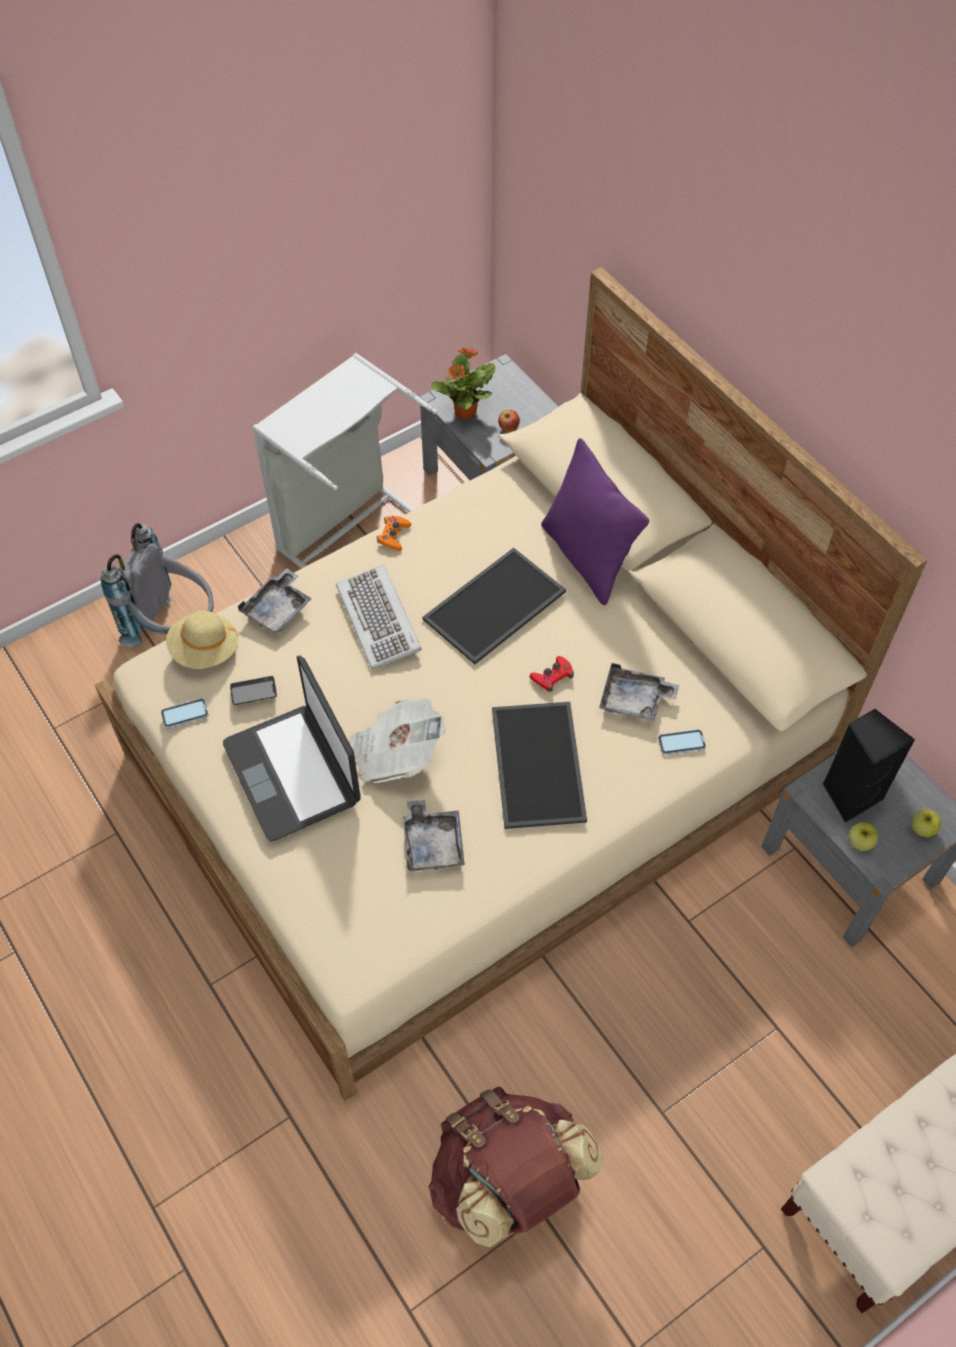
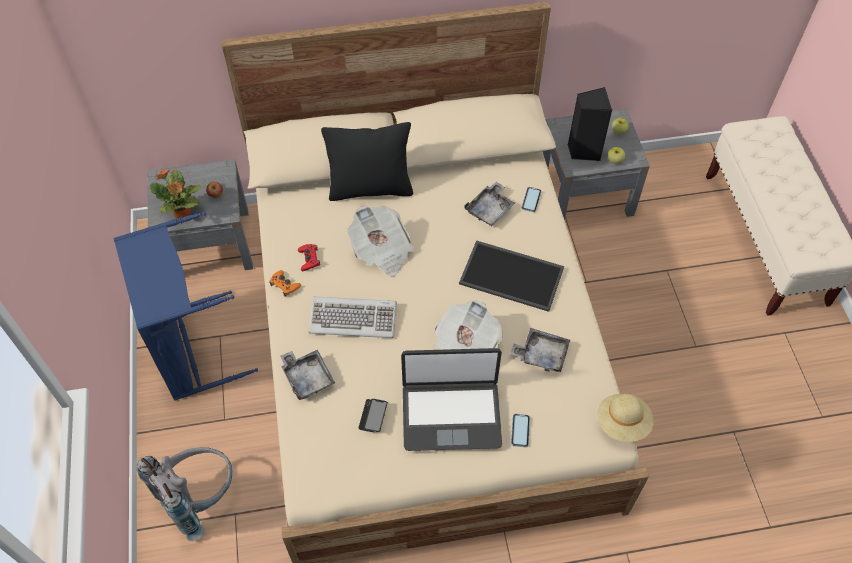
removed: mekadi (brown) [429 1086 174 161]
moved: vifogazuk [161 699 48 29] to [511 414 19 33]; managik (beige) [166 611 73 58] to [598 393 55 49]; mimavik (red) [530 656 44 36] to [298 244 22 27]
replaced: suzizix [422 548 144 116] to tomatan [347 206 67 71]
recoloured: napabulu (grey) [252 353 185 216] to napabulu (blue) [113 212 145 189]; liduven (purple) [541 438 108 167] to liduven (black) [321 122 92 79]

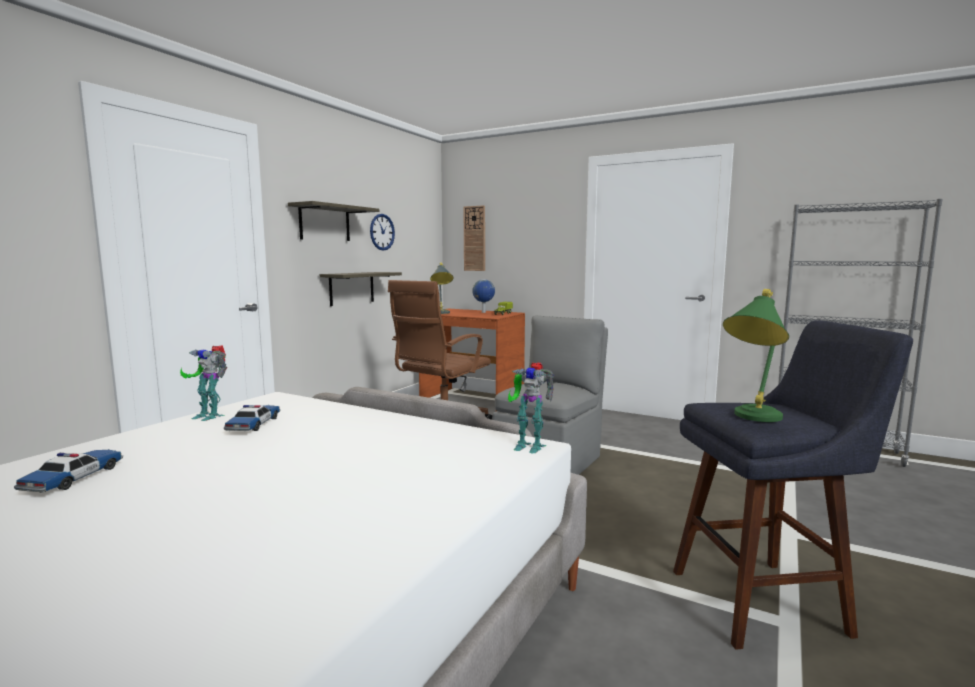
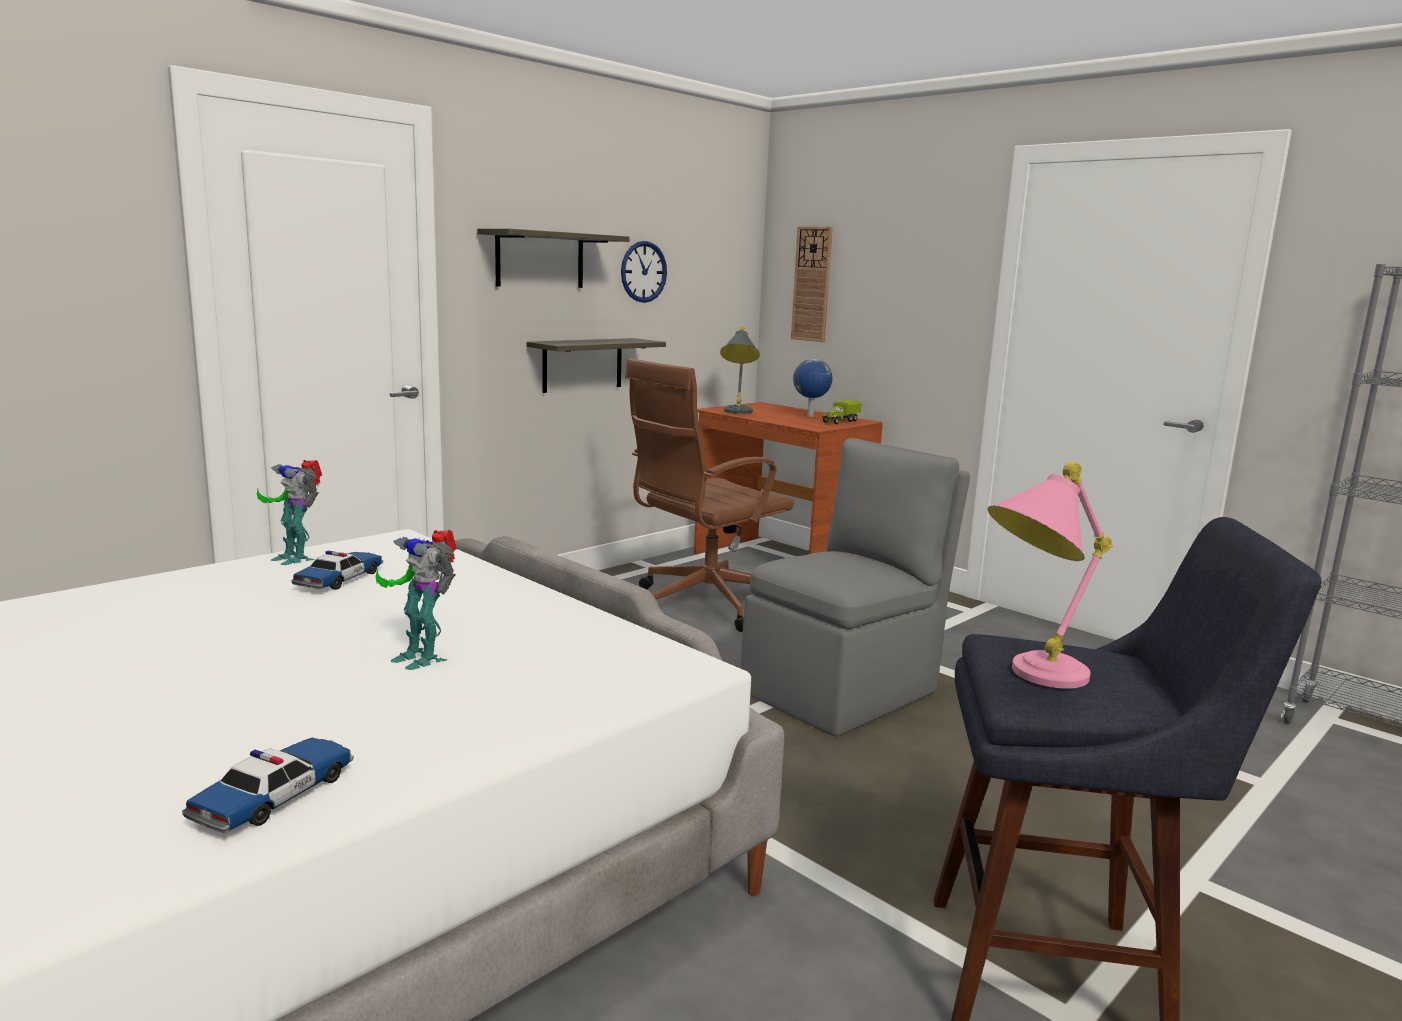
moved: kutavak [14 449 109 44] to [182 738 172 95]; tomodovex [508 362 46 91] to [376 530 81 140]
recoloured: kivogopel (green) [723 289 66 133] to kivogopel (pink) [988 462 125 227]

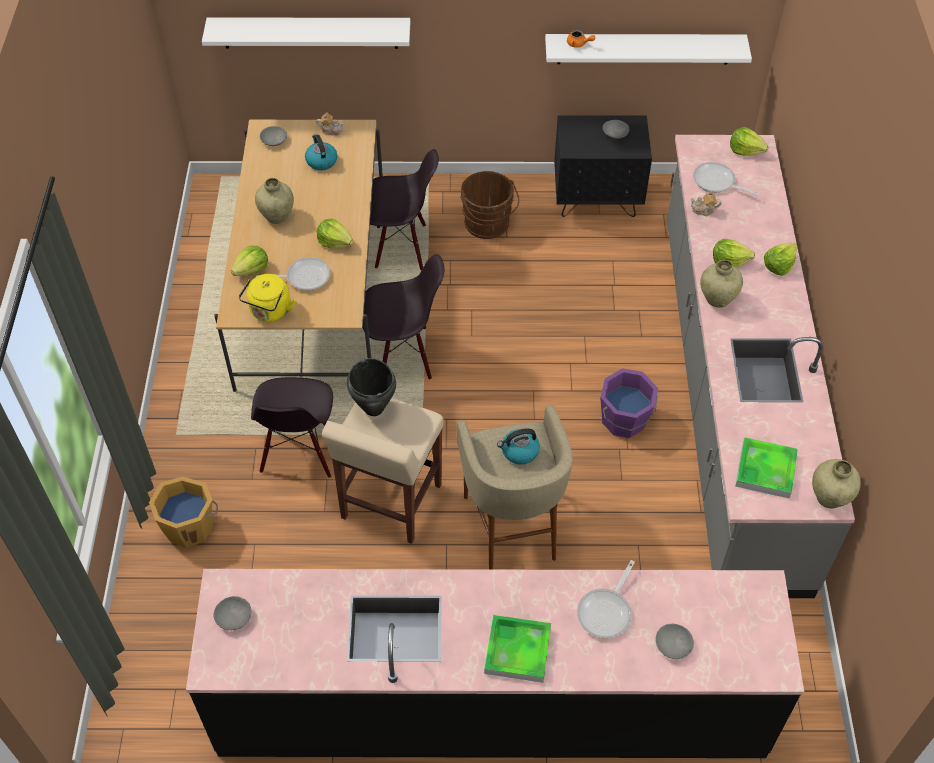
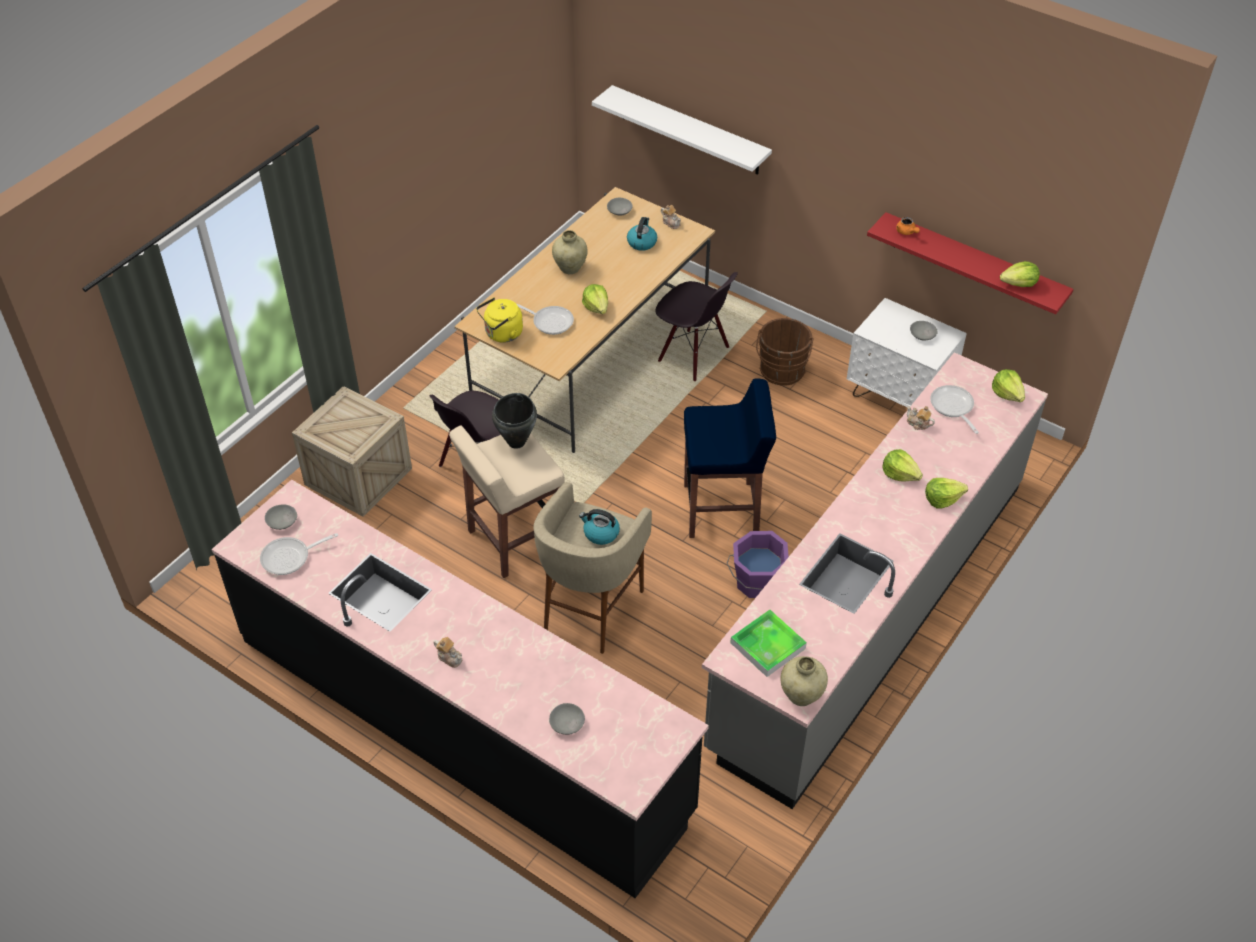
removed: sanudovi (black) [363 254 81 126]; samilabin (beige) [700 260 43 48]
added: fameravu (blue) [684 378 92 160]
moved: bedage [231 246 37 30] to [1000 261 40 26]; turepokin [577 560 58 78] to [260 533 78 42]
replaced: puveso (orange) [149 477 69 71] to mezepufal [292 386 120 131]; suzizix [484 615 67 68] to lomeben [433 637 29 31]
recoloured: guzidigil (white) [545 34 207 31] to guzidigil (red) [867 212 207 102]; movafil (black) [554 115 98 102] to movafil (white) [847 298 120 109]

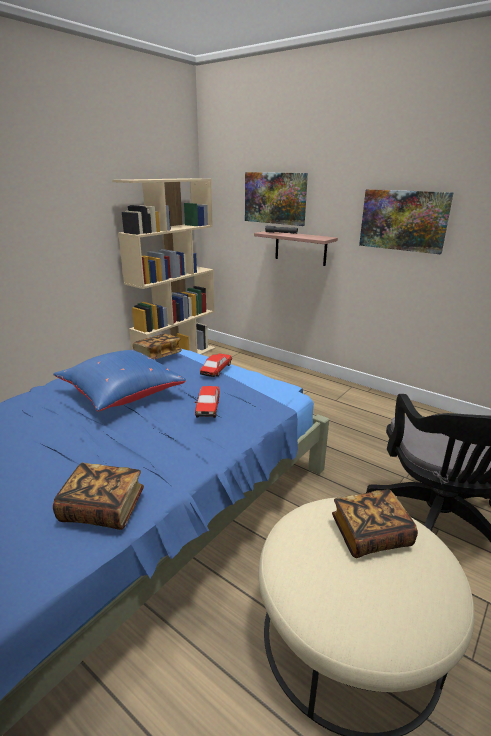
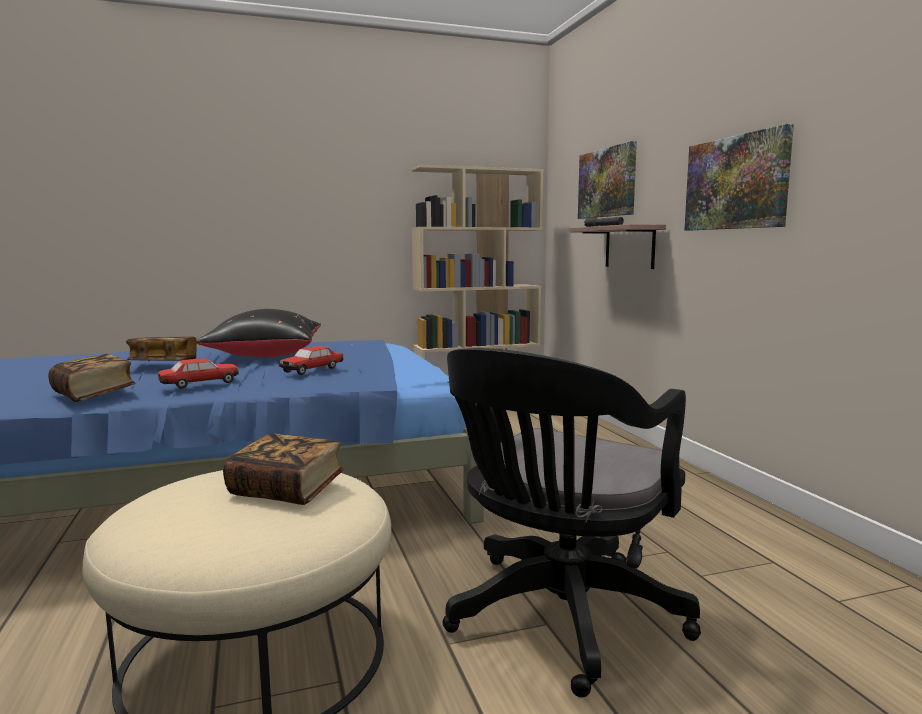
moved: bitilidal [133 334 49 26] to [126 337 71 24]; kutavak [200 354 32 23] to [158 358 81 30]
recoloured: liduven (blue) [53 349 133 63] to liduven (black) [196 309 125 48]

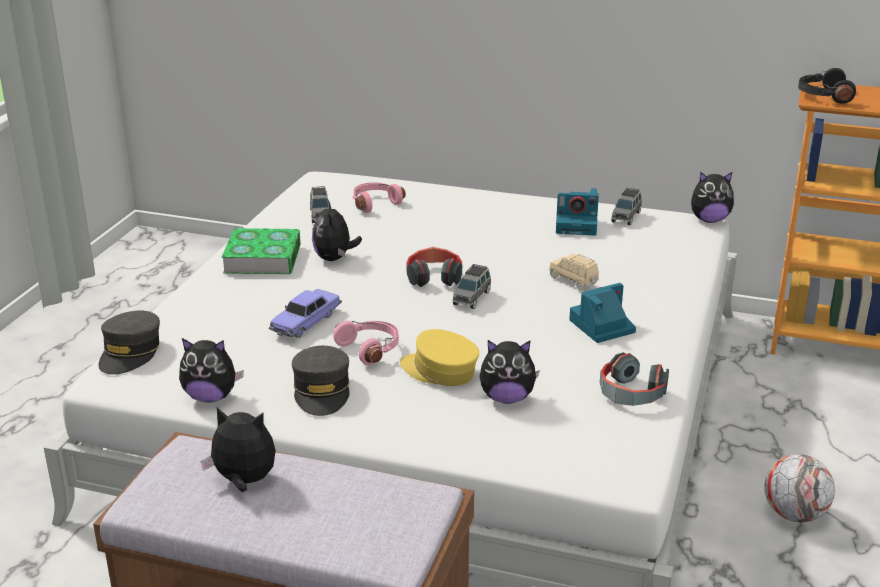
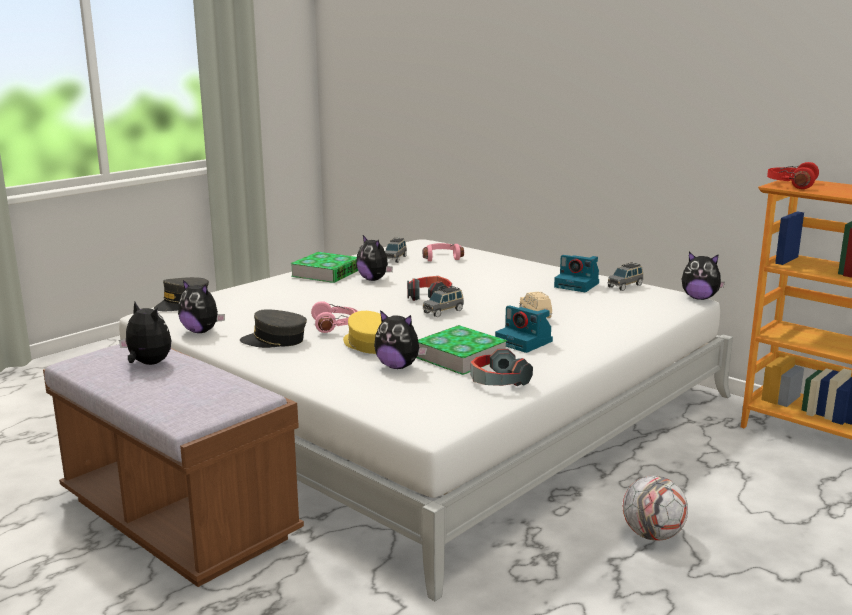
removed: kutavak [269 289 73 49]
added: bitilidal [416 325 91 50]
recoloured: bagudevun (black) [798 68 58 36] to bagudevun (red) [767 162 52 27]
turned: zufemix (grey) [292 346 58 70] = [240 309 67 39] 75 degrees clockwise; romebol [312 200 50 61] = [356 235 37 46] 60 degrees counterclockwise; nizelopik [569 283 67 60] = [495 305 58 48] 135 degrees counterclockwise

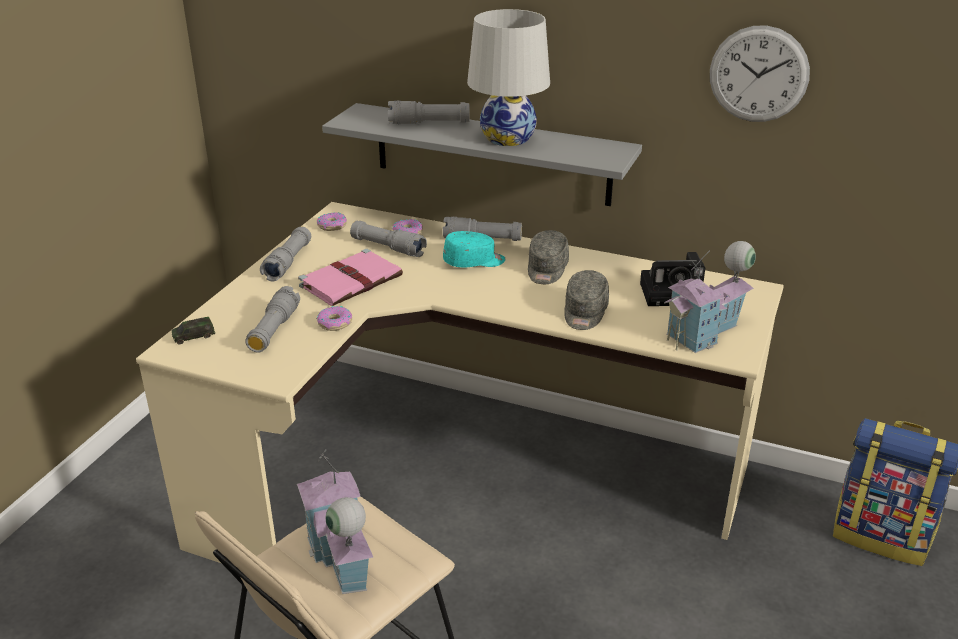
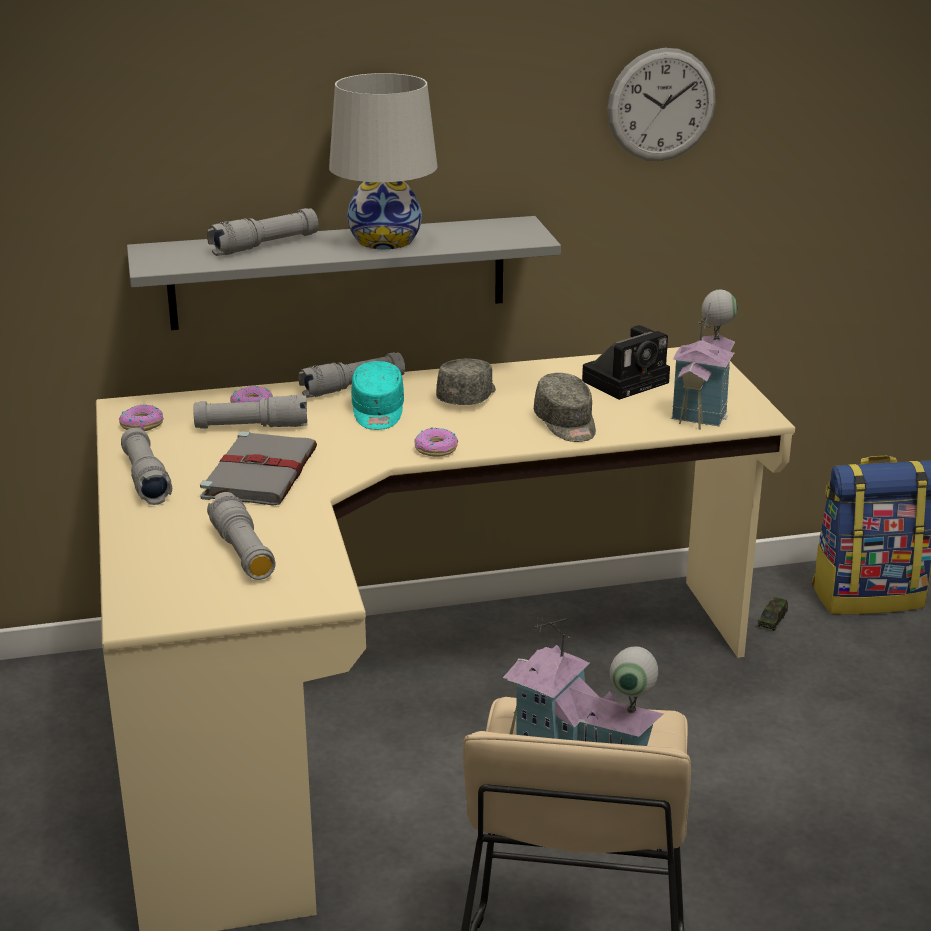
moved: kutavak [171 317 44 28] to [758 597 30 34]; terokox [317 306 35 25] to [414 427 44 30]
recoloured: bitilidal (pink) [298 249 105 57] to bitilidal (grey) [200 431 117 75]
turned: zufemix (turquoise) [443 231 62 36] = [351 361 53 69] 135 degrees clockwise; zufemix (grey) [528 230 41 54] = [436 359 60 46] 135 degrees counterclockwise

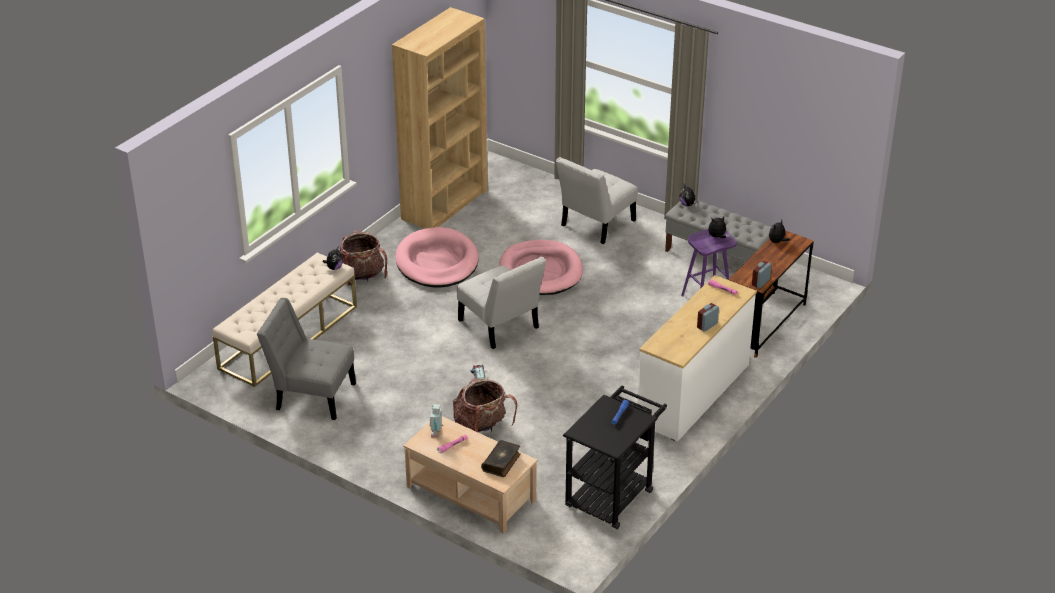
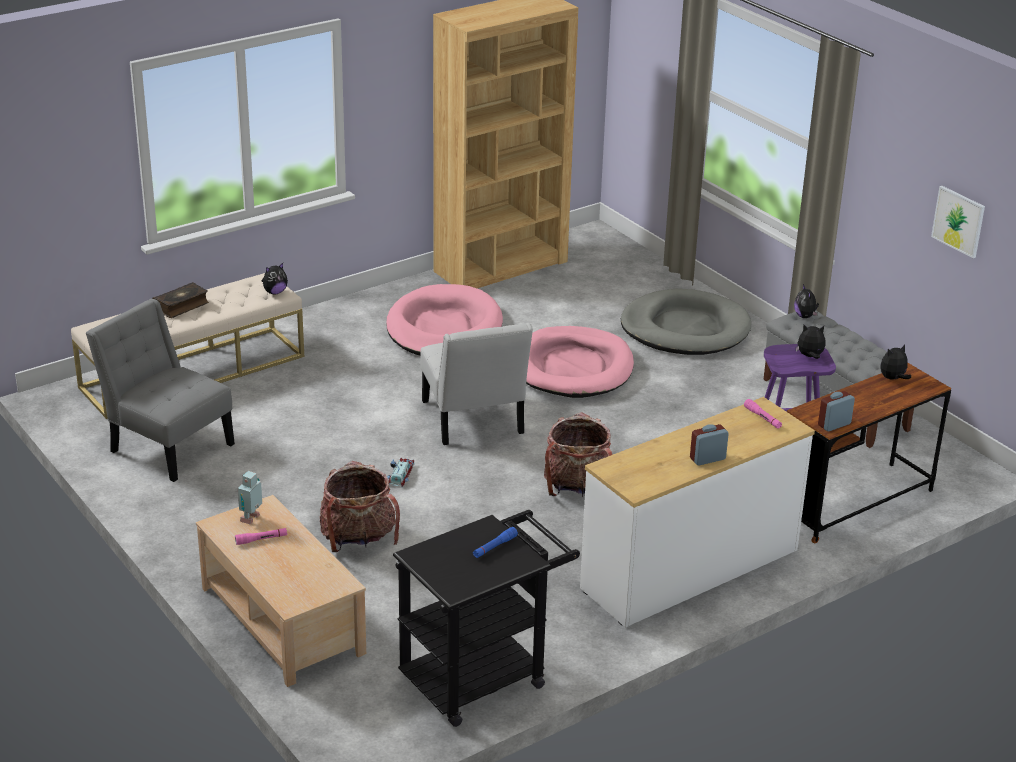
added: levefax [931 186 54 72]
moved: mekadi [339 230 48 55] to [544 412 69 85]; bitilidal [481 440 39 37] to [152 282 57 36]
replaced: sanudovi (white) [556 157 82 87] to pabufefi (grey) [621 289 130 66]

